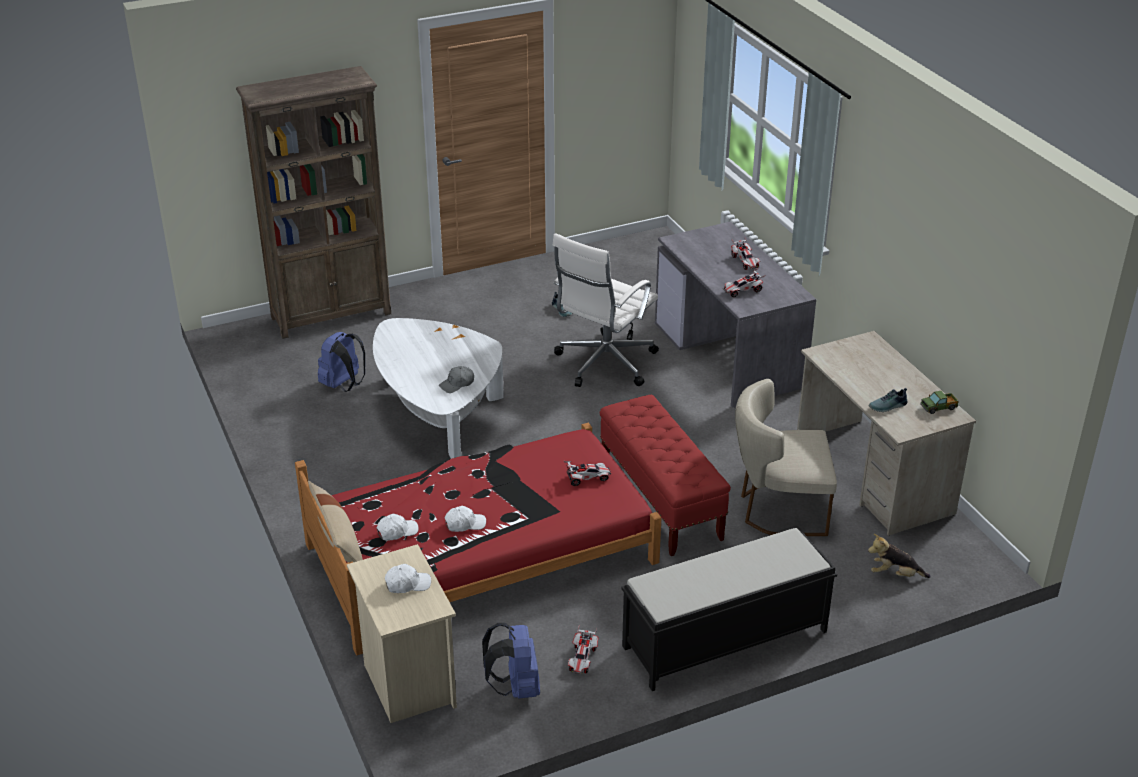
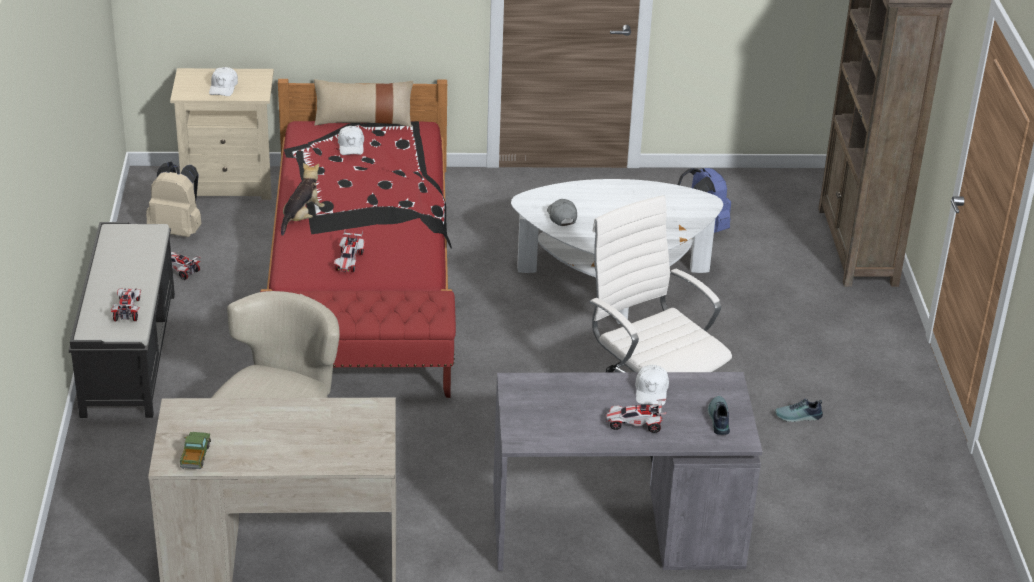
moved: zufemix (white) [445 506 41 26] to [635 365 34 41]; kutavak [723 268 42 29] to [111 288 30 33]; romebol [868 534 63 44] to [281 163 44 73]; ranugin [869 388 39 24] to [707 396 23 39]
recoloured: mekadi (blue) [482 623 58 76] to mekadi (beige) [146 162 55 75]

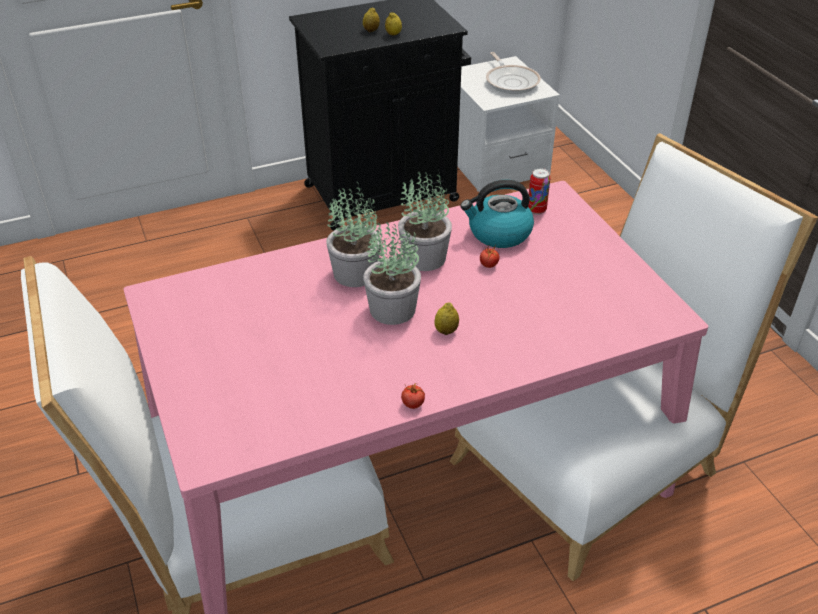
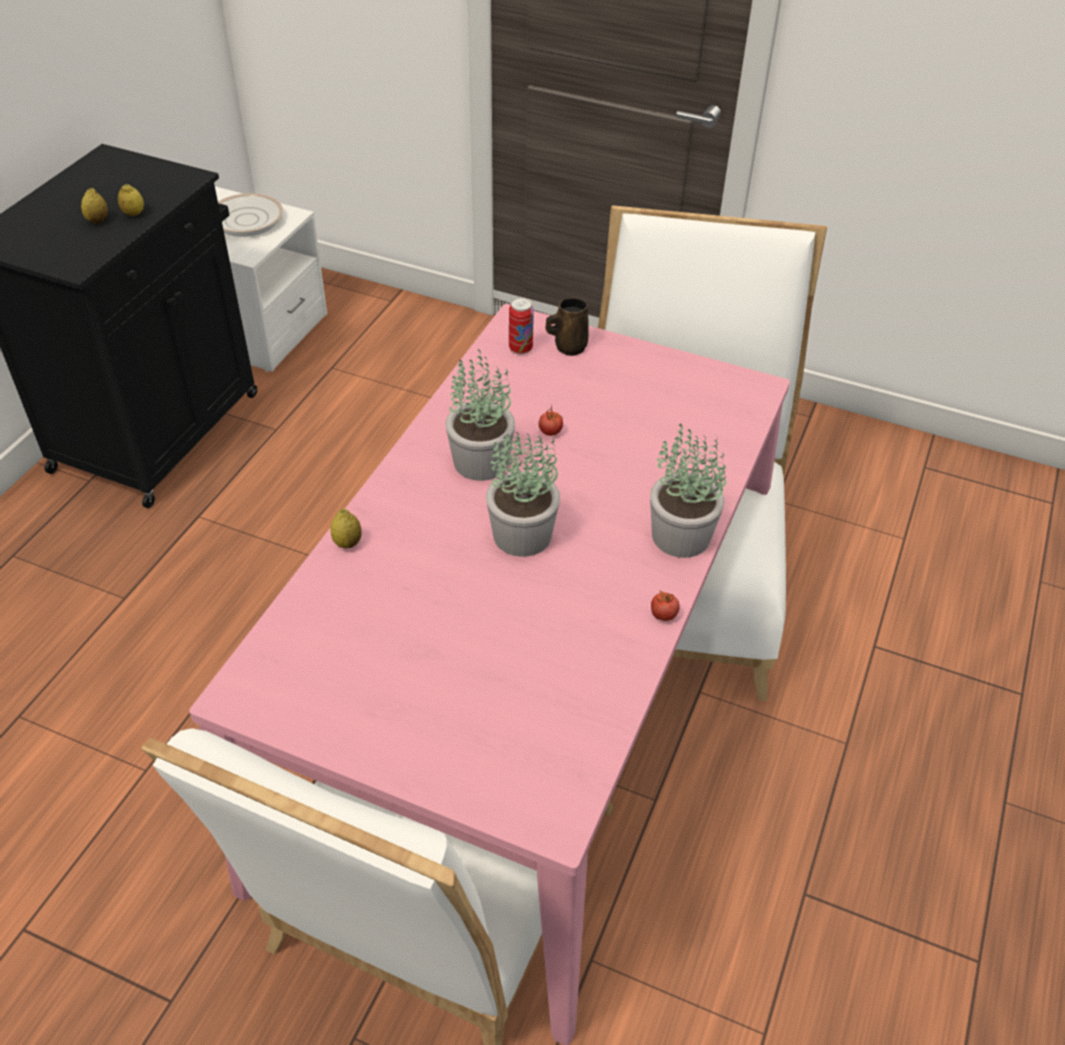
removed: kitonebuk [460 180 74 68]
added: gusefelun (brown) [546 298 43 58]
moved: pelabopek [326 182 55 105] to [650 424 77 134]; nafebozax [435 302 24 33] to [330 508 32 40]

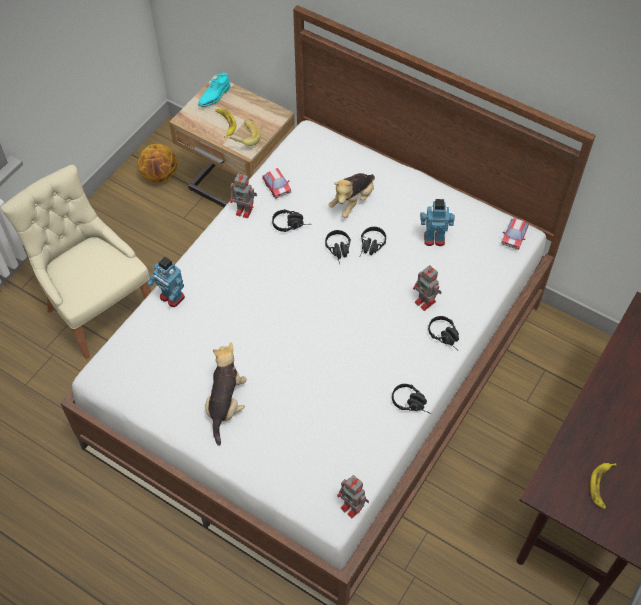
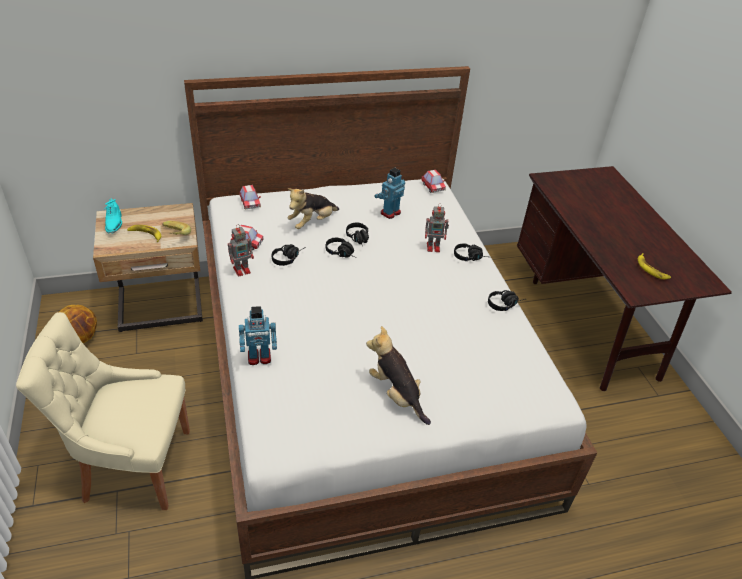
removed: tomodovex [337 475 32 43]
added: kutavak [239 185 22 25]
turned: romebol [329 173 46 45] = [288 188 51 41] 60 degrees clockwise

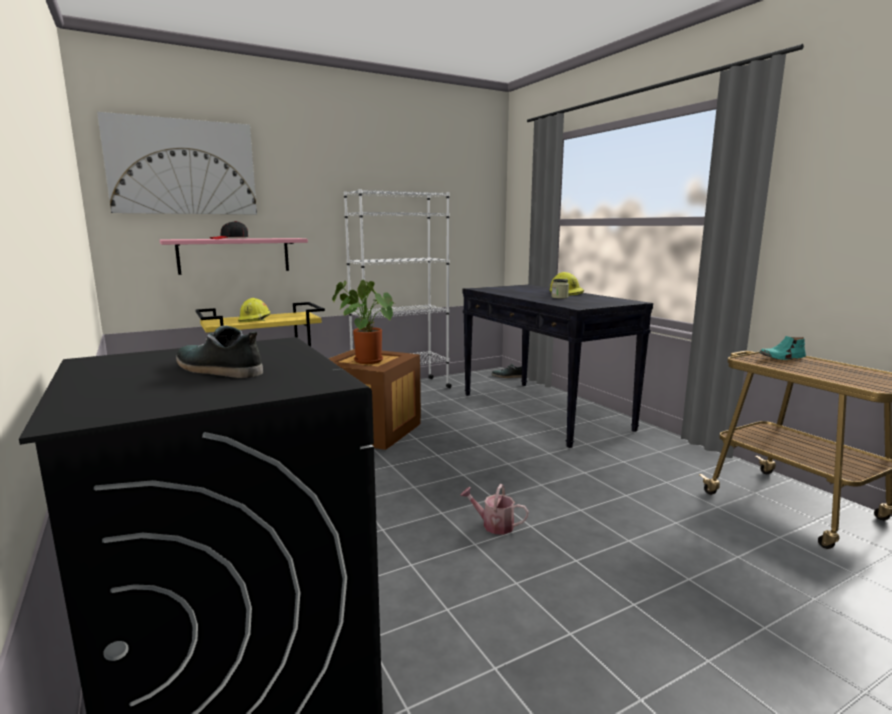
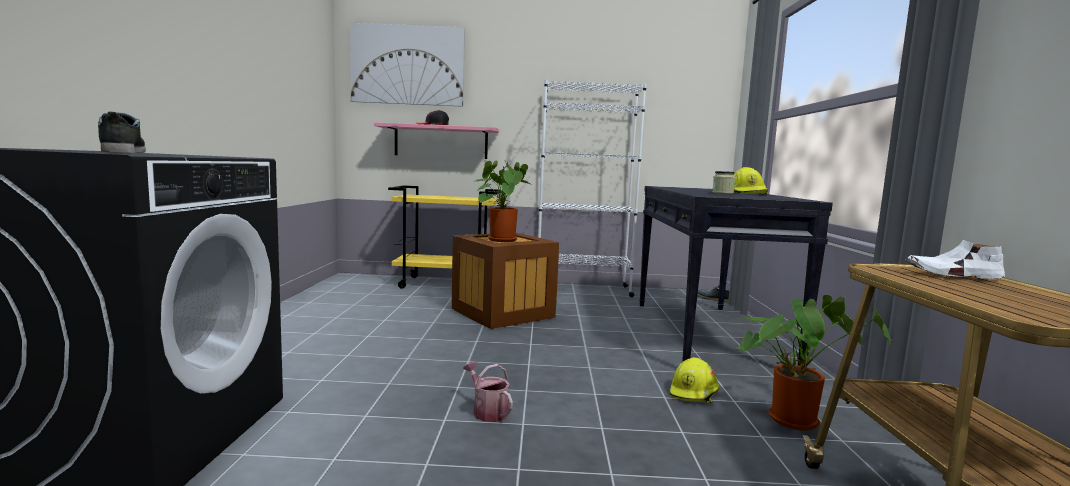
added: pelabopek [737 295 155 136]
moved: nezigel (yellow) [238 298 32 24] to [670 357 49 46]
recoloured: ranugin (turquoise) [759 336 47 24] to ranugin (white) [905 240 100 39]

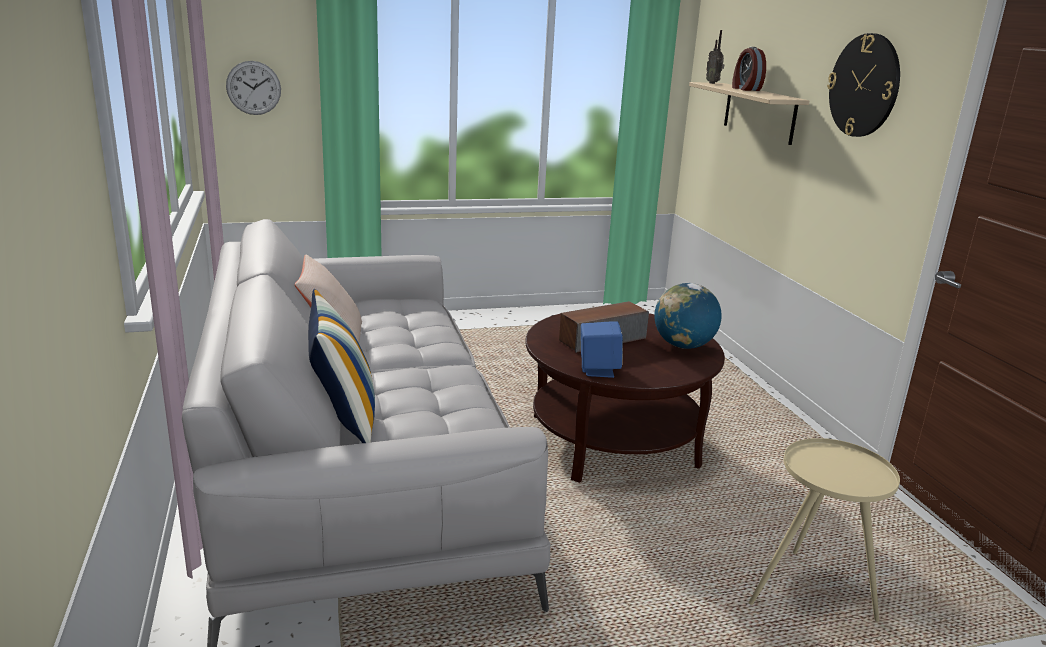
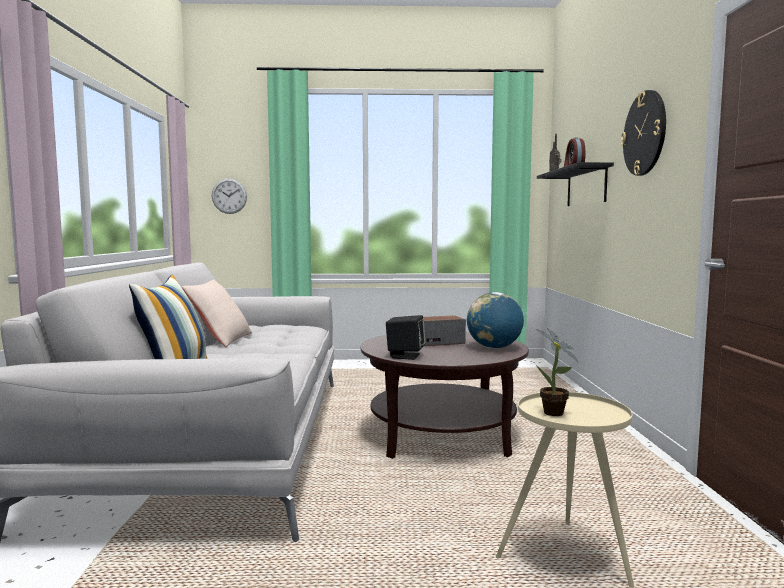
added: pelabopek [536 328 43 88]
recoloured: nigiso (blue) [581 321 42 57] to nigiso (black) [386 315 39 45]; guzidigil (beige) [689 82 120 63] to guzidigil (black) [537 162 77 44]

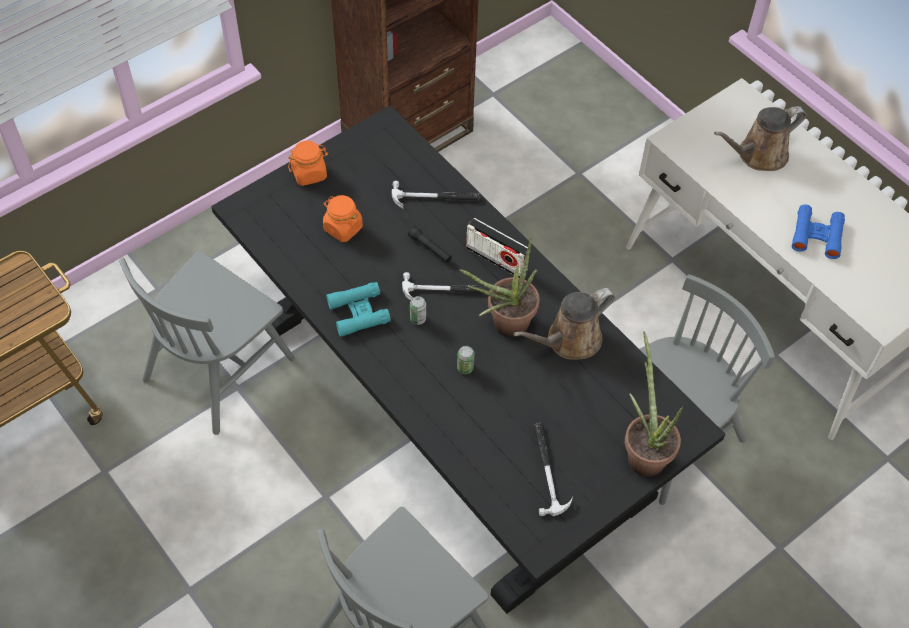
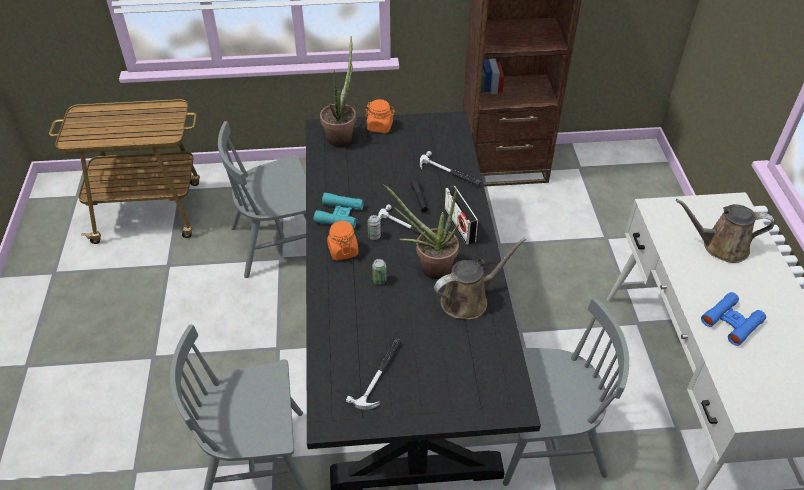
moved: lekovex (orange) [323 195 40 47] to [327 220 32 41]; pelabopek [625 331 58 146] to [320 36 36 111]
turned: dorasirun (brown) [513 288 102 72] = [434 238 92 81] 150 degrees clockwise

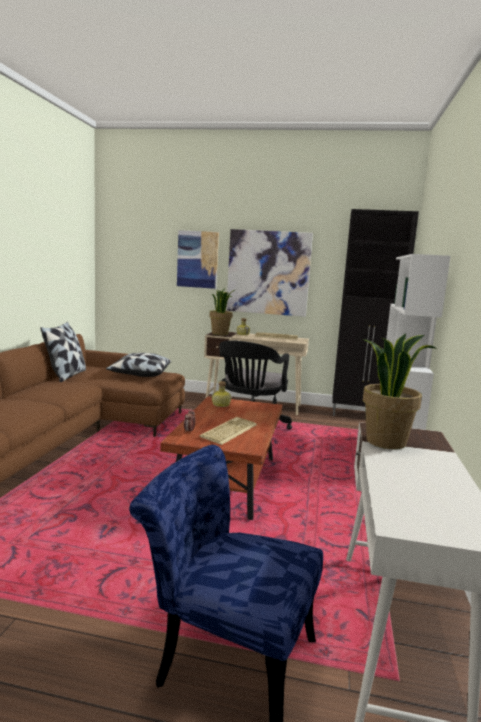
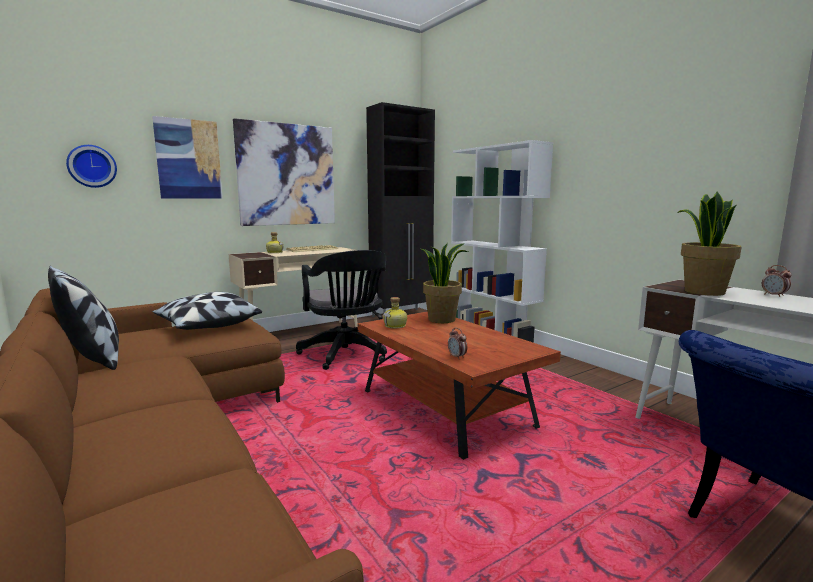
removed: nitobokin [199 417 58 28]
added: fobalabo [66 145 51 43]; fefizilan [762 265 30 32]
moved: pelabopek [210 288 25 47] to [421 243 47 80]

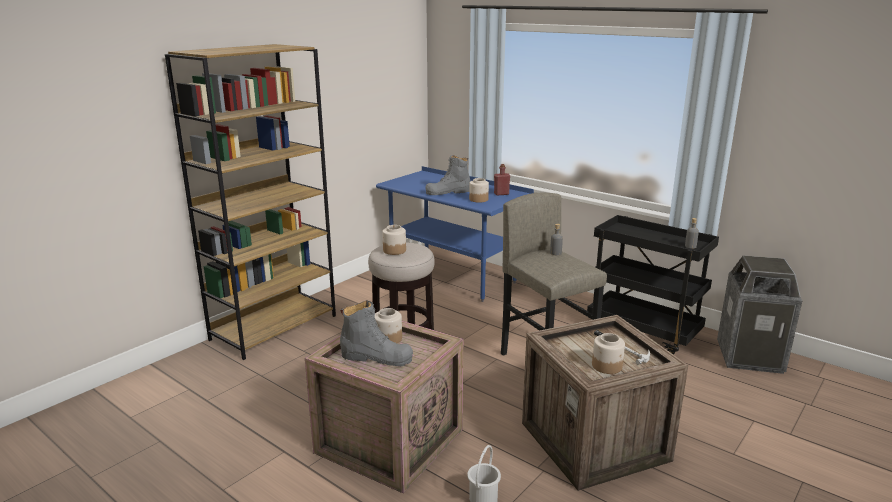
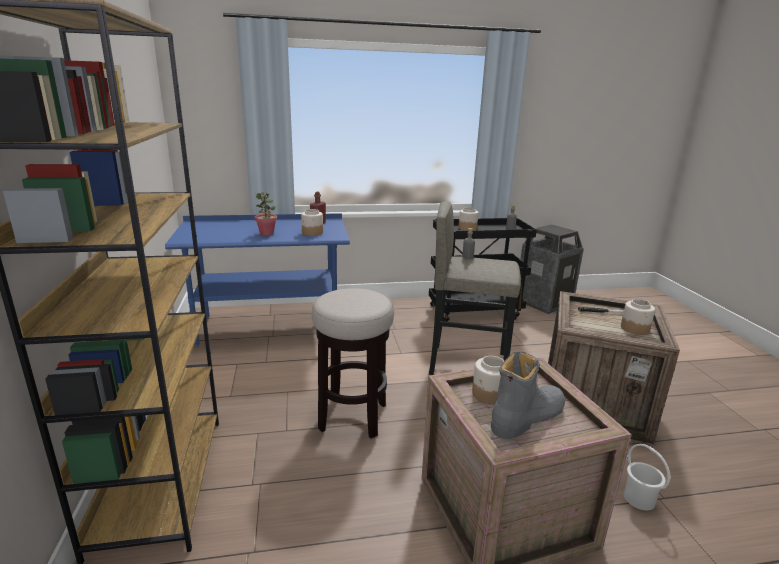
moved: lekovex [382 225 24 30] to [458 207 21 23]
replaced: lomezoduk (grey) [425 155 45 40] to pelabopek [254 192 23 44]

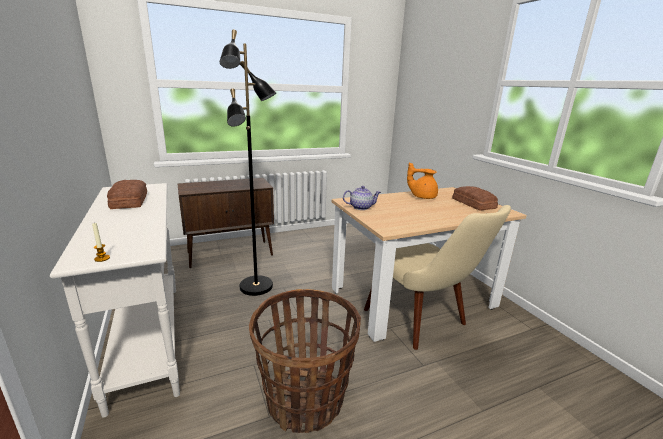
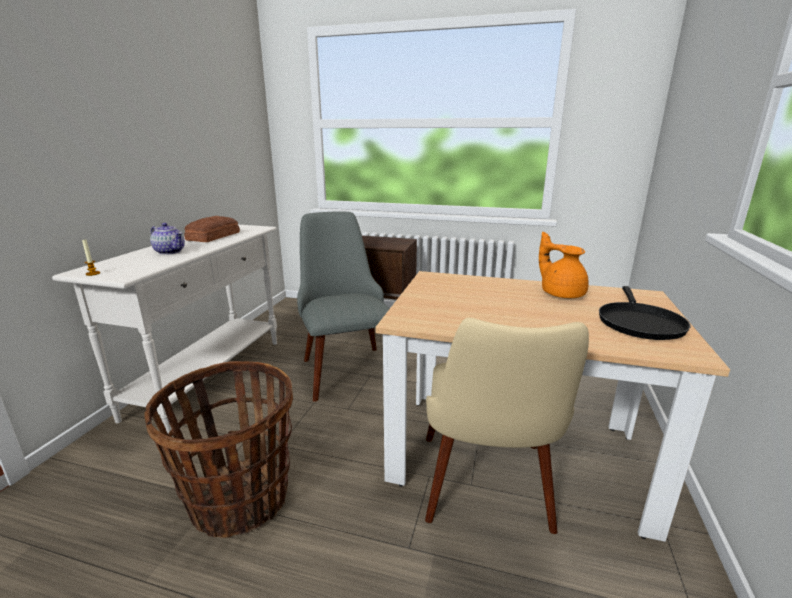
moved: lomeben [343 186 38 24] to [150 223 35 32]
replaced: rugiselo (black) [220 29 56 267] to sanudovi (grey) [297 211 93 191]; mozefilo [452 186 46 25] to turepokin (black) [599 286 92 54]

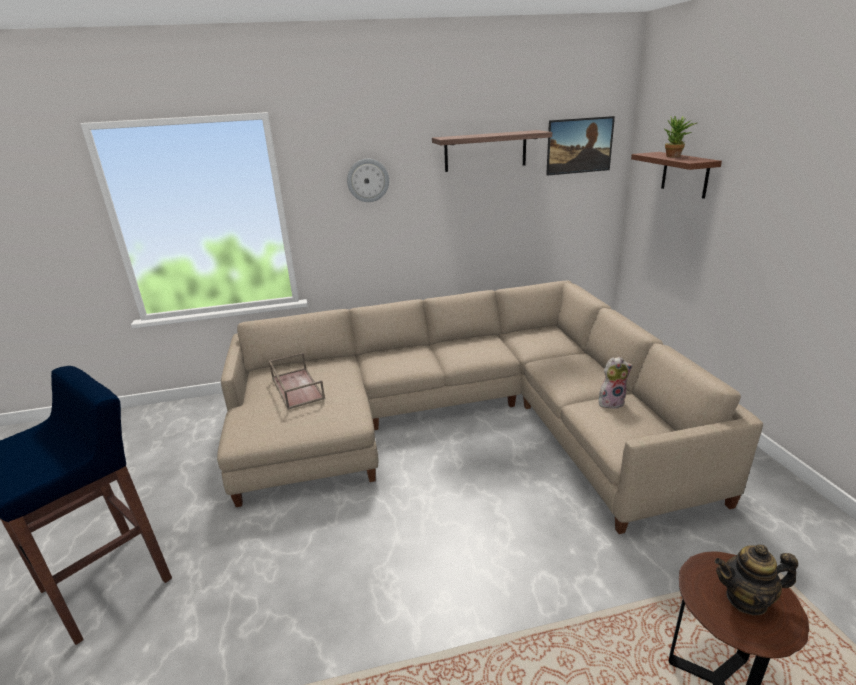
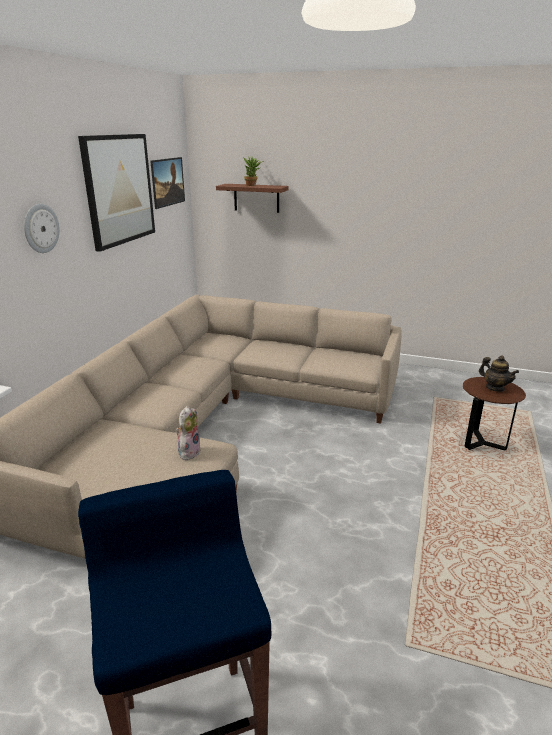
removed: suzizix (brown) [269 353 56 57]
moved: romebol [599 357 34 52] to [176 406 25 54]
replaced: guzidigil [432 130 120 42] to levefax [78 134 77 118]
turned: lomeben [715 544 83 71] = [479 356 40 36] 75 degrees counterclockwise

